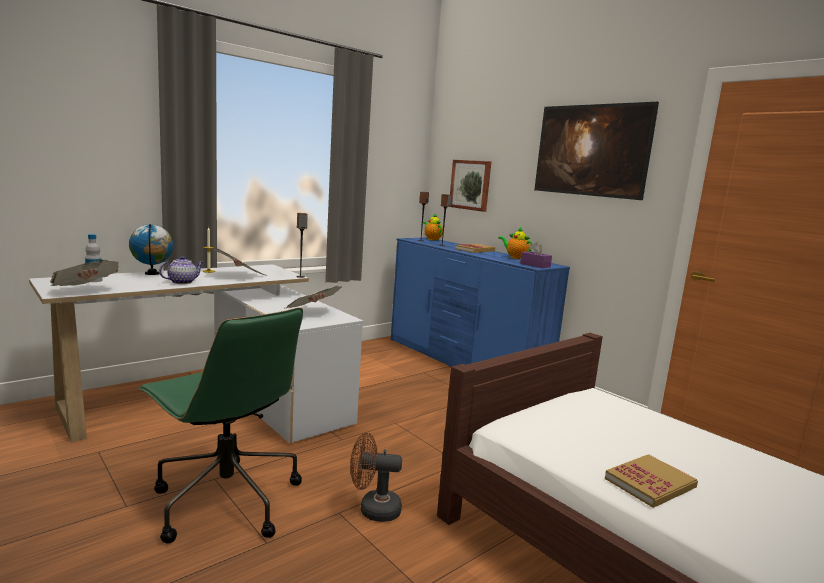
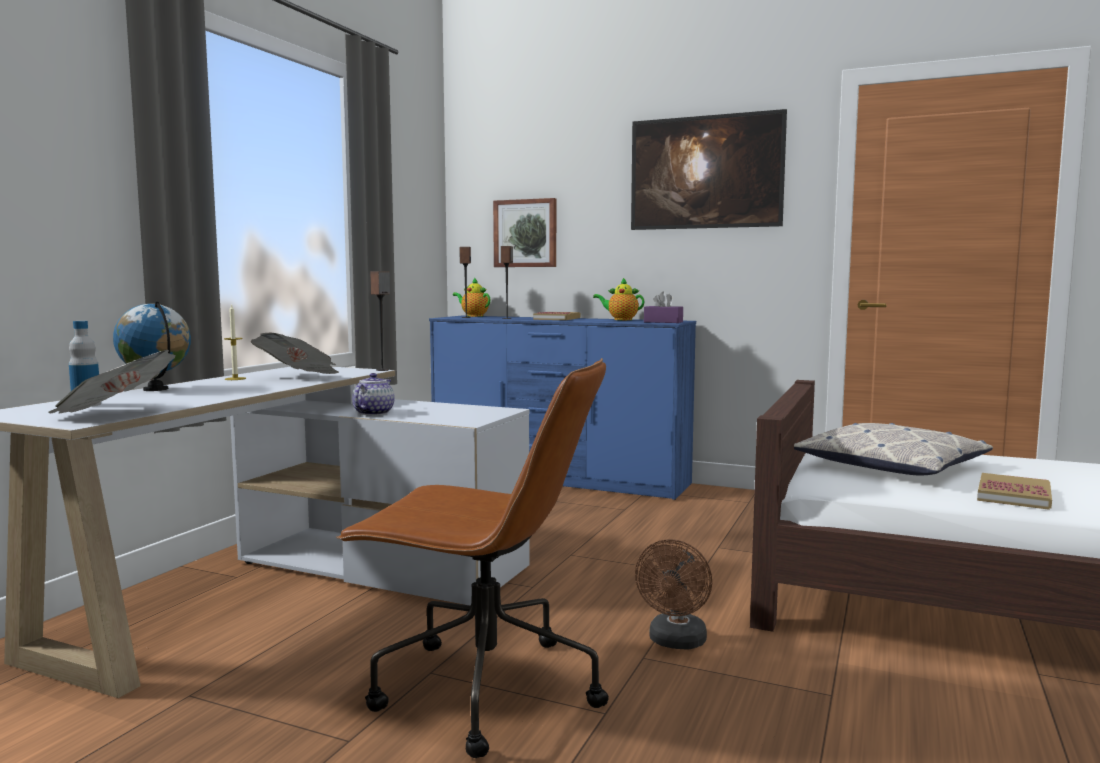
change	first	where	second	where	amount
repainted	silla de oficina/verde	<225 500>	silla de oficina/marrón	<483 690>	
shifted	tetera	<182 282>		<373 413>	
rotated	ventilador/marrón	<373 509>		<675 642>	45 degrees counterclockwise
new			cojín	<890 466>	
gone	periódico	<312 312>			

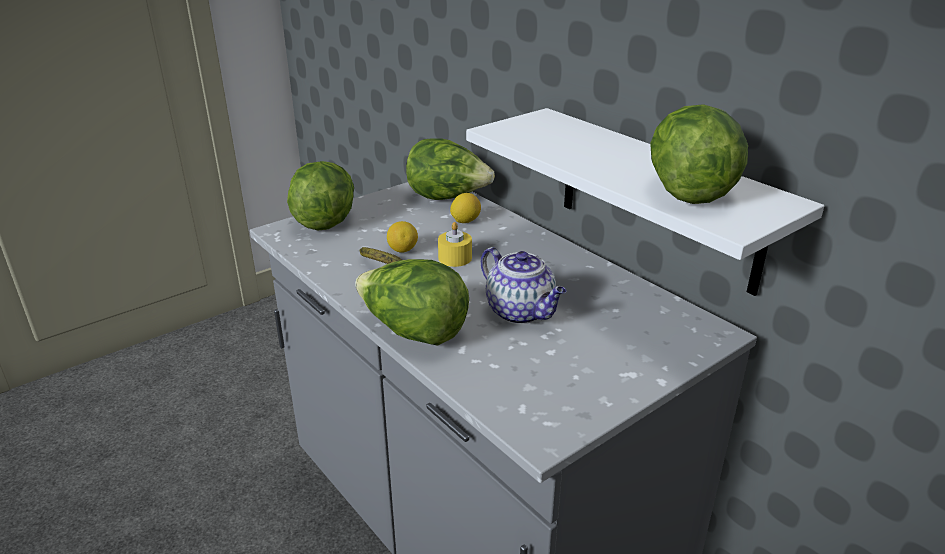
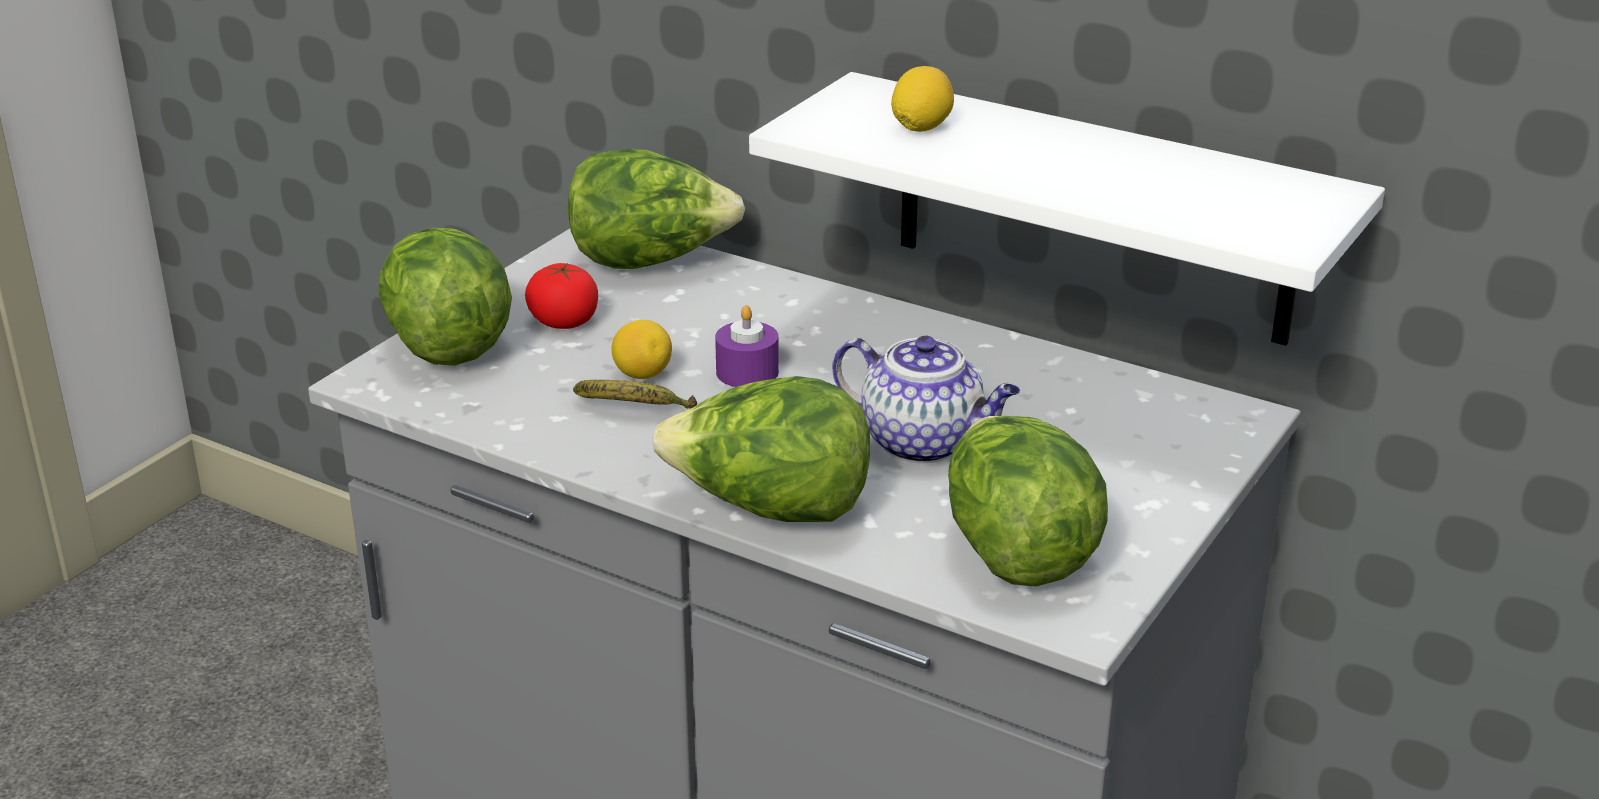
change	first	where	second	where	amount
new			tomate	<564 321>	
repainted	vela/amarillo	<455 258>	vela/morado	<747 372>	
shifted	limón	<465 221>		<921 127>	
shifted	lechuga	<688 190>		<1016 551>	

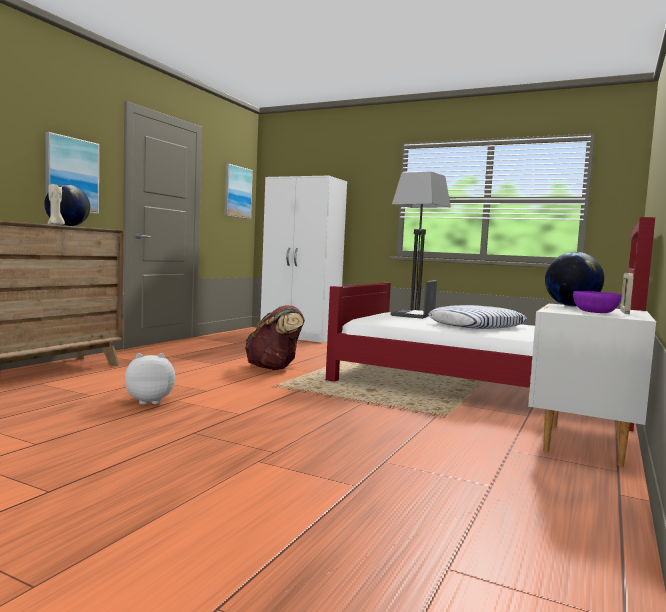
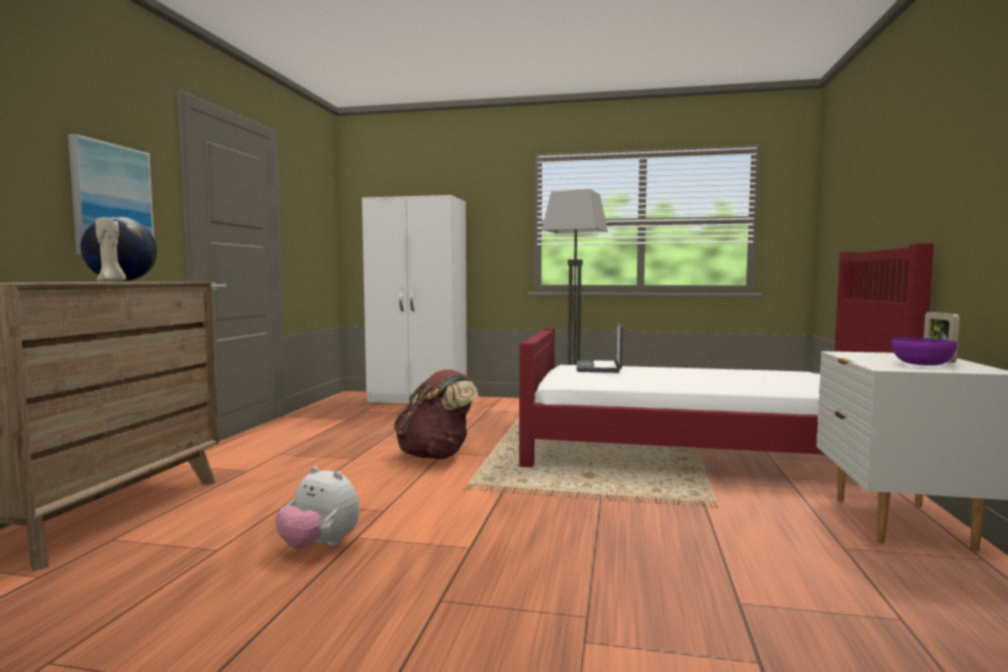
change	first	where	second	where	amount
rotated	peluche	<150 401>		<319 546>	120 degrees counterclockwise
gone	cuadro	<237 192>			
gone	cojín	<476 325>			
gone	globo terráqueo	<571 306>			

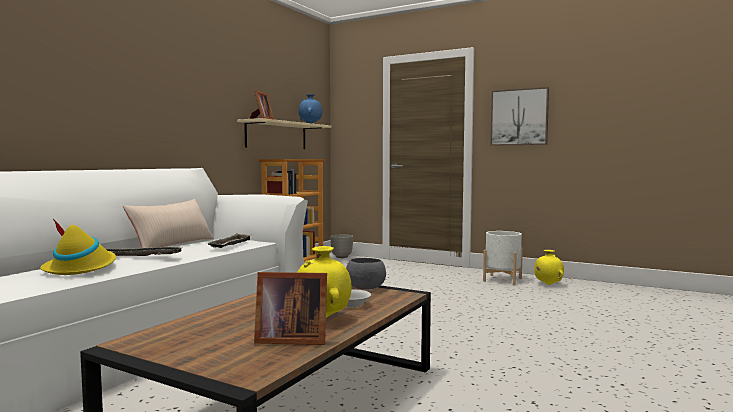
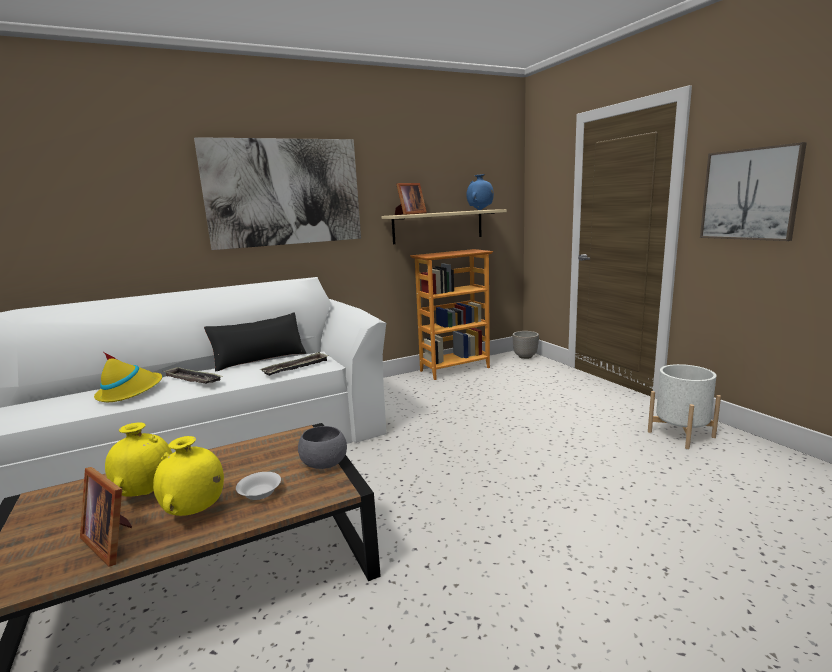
change	first	where	second	where	amount
shifted	florero/amarillo	<548 284>		<147 493>	
new			cuadro	<284 192>	
repainted	cojín/beis	<172 245>	cojín/negro	<259 360>	

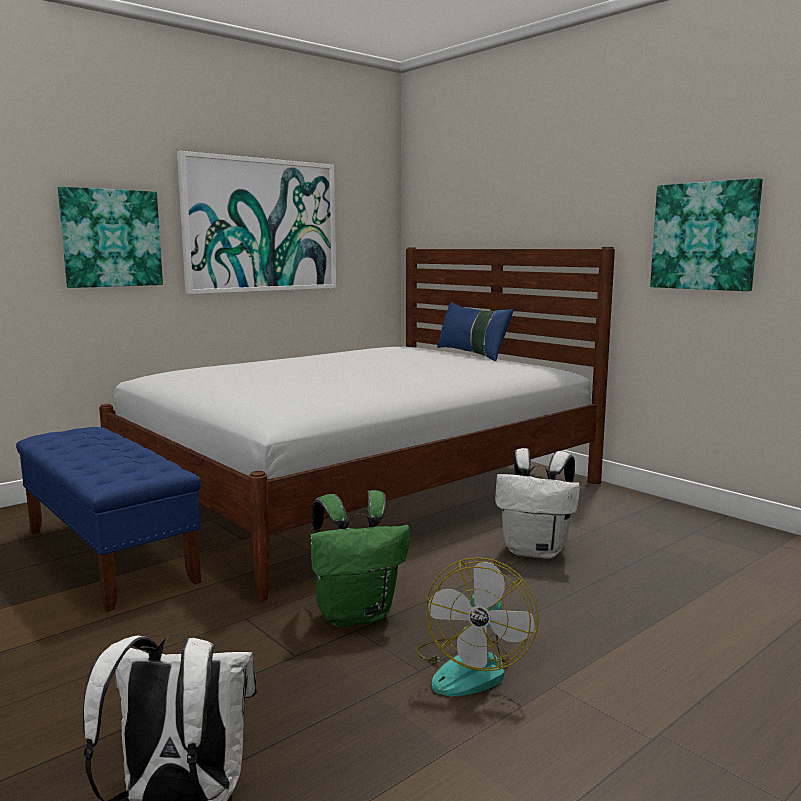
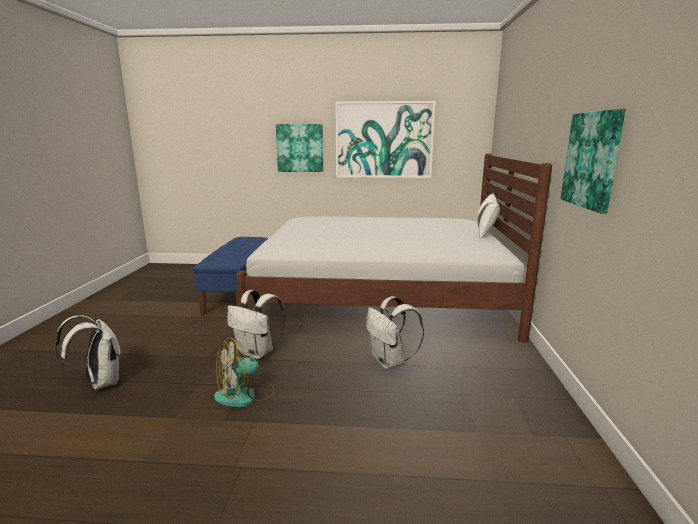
change	first	where	second	where	amount
repainted	mochila/verde	<356 614>	mochila/blanco	<257 352>	
repainted	cojín/azul	<472 354>	cojín/blanco	<485 231>	

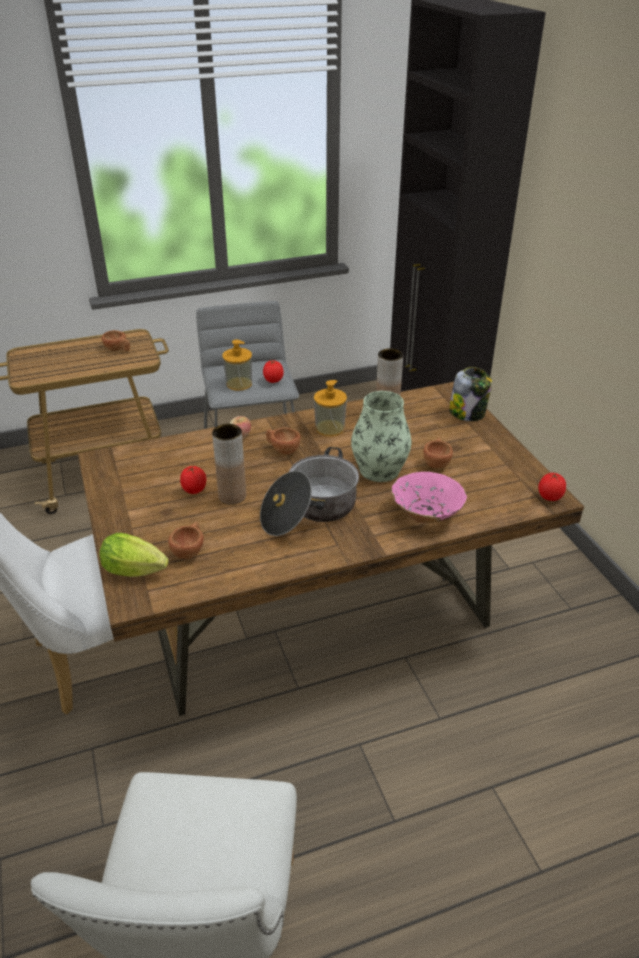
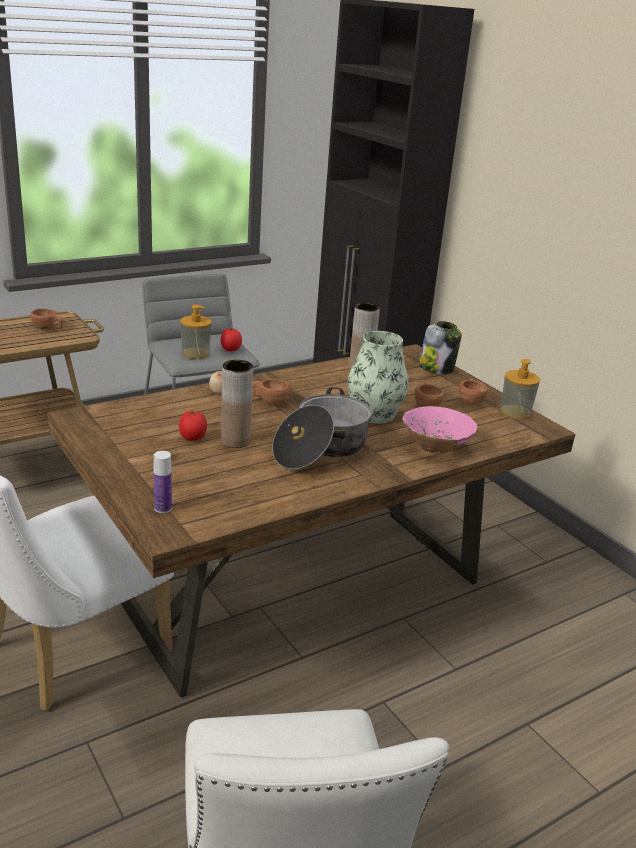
change	first	where	second	where	amount
swapped	lechuga	<138 571>	botella	<163 508>	
shifted	taza/marrón	<190 550>		<470 401>	
shifted	dispensador de jabón	<330 428>		<515 412>	
gone	tomate	<549 497>			

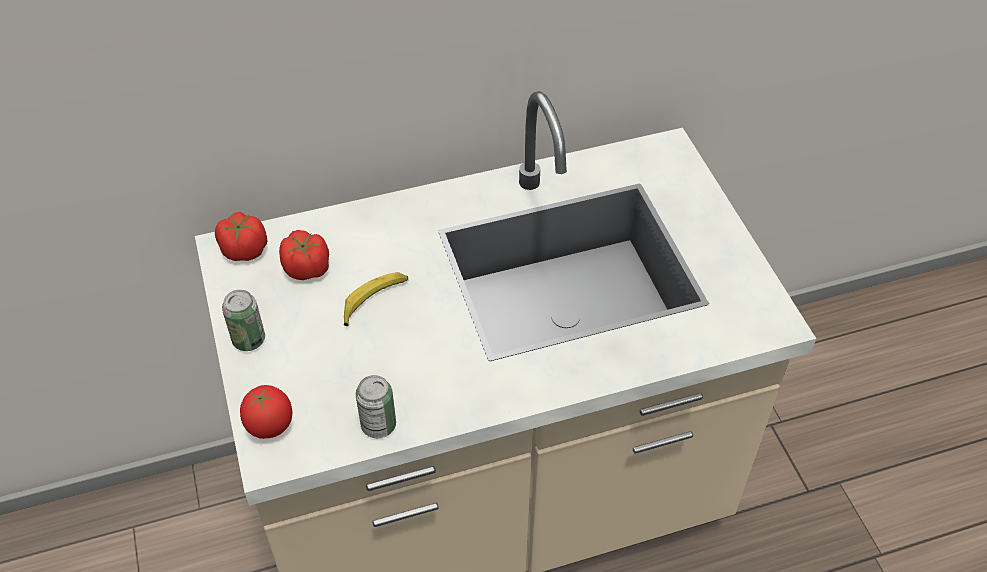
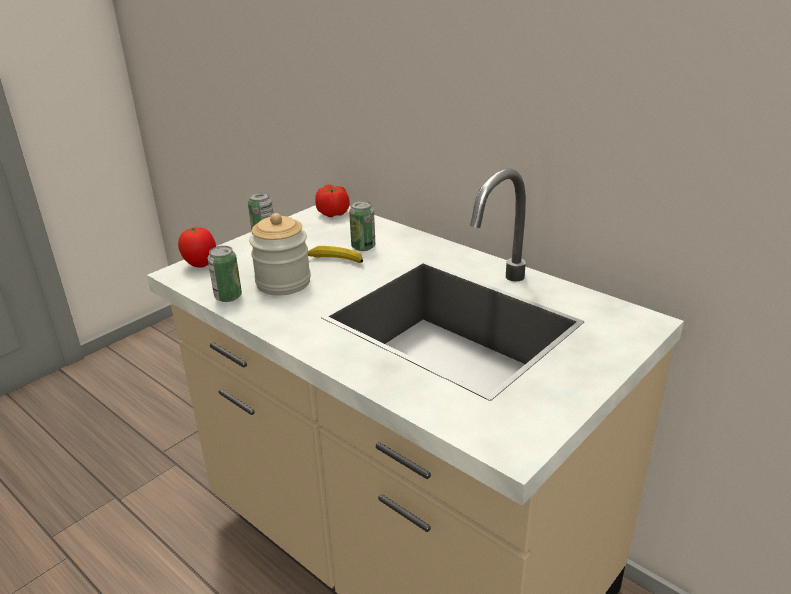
change	first	where	second	where	amount
new			tarro	<283 283>	
new			lata	<363 247>	
gone	tomate	<307 268>			

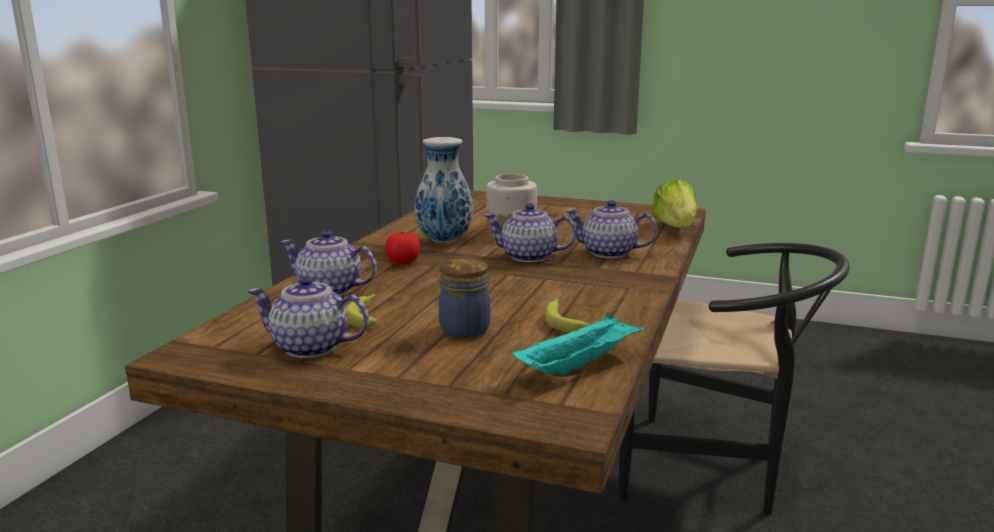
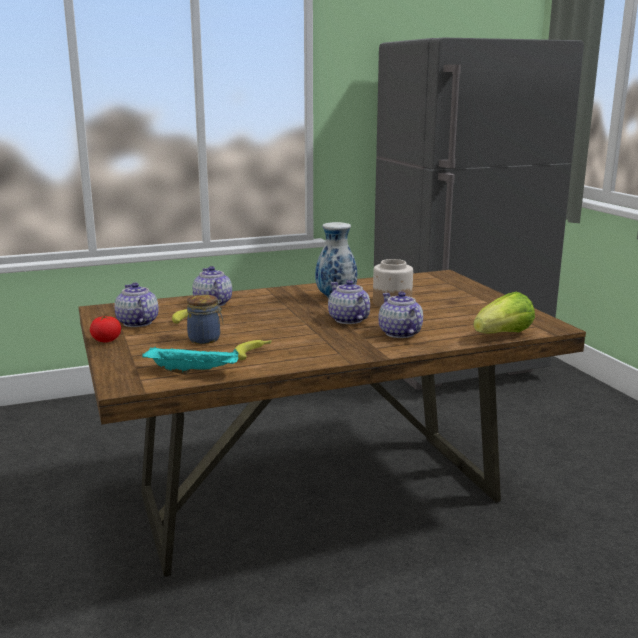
change	first	where	second	where	amount
shifted	tomate	<403 262>		<106 340>	
gone	silla/negro	<716 470>			

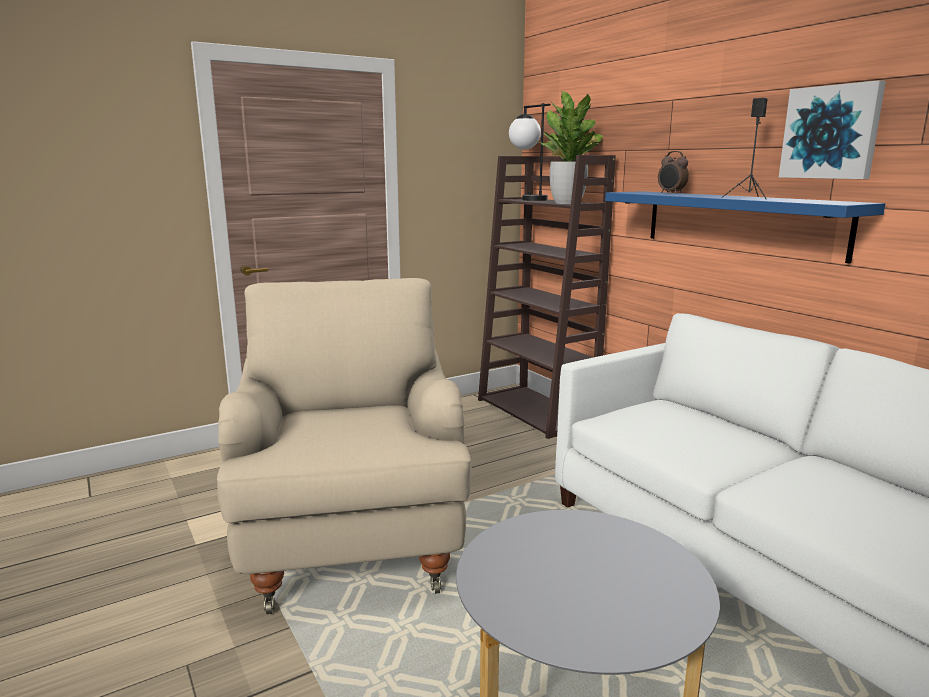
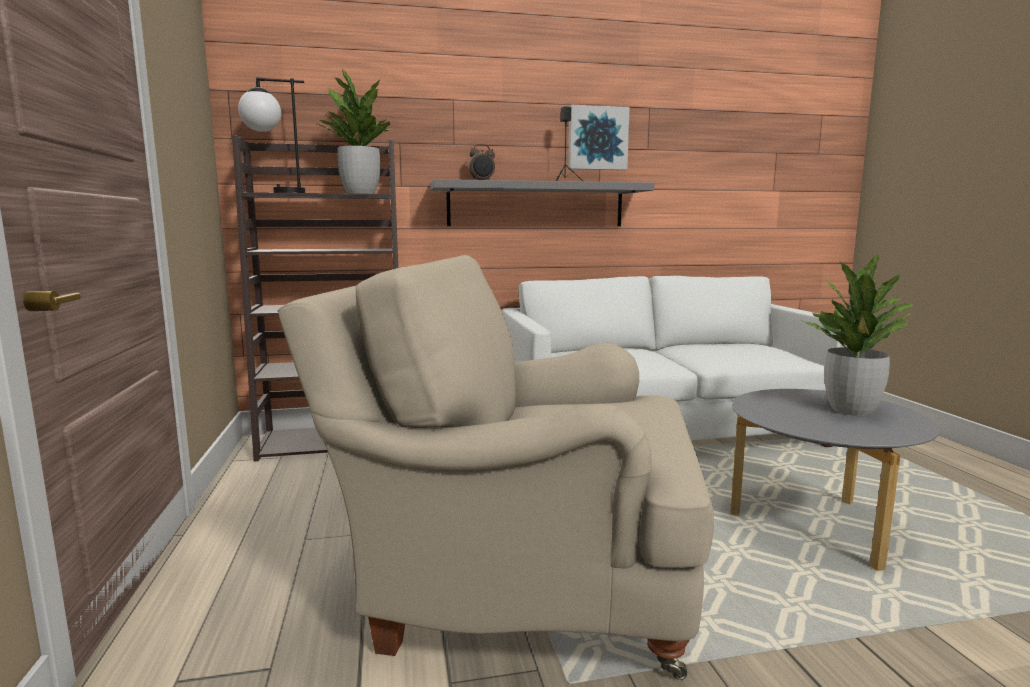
change	first	where	second	where	amount
repainted	estante/azul	<740 222>	estante/gris	<536 205>	
new			planta en maceta	<851 410>	

